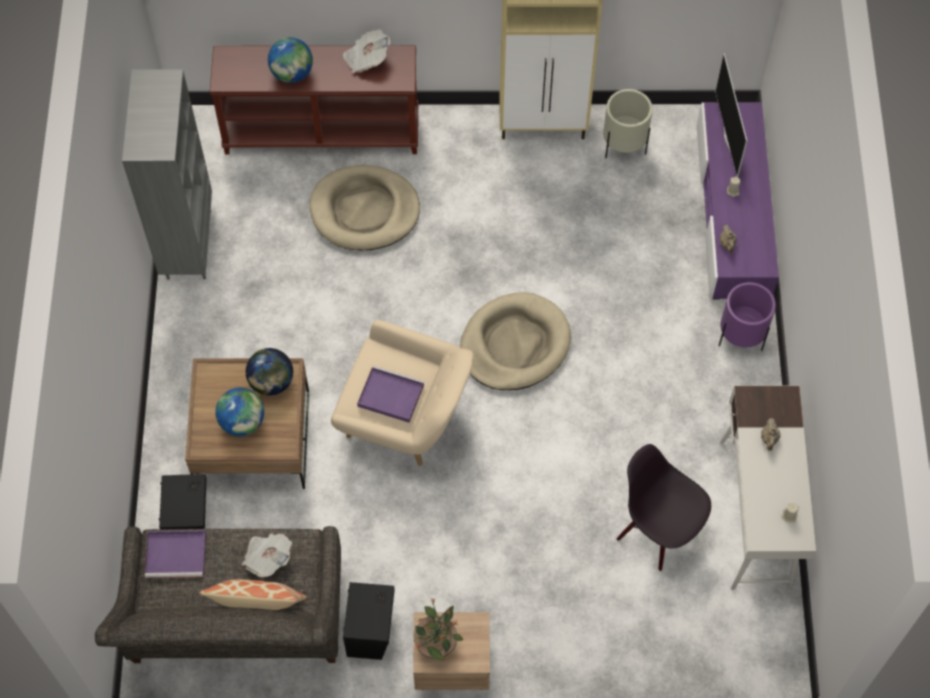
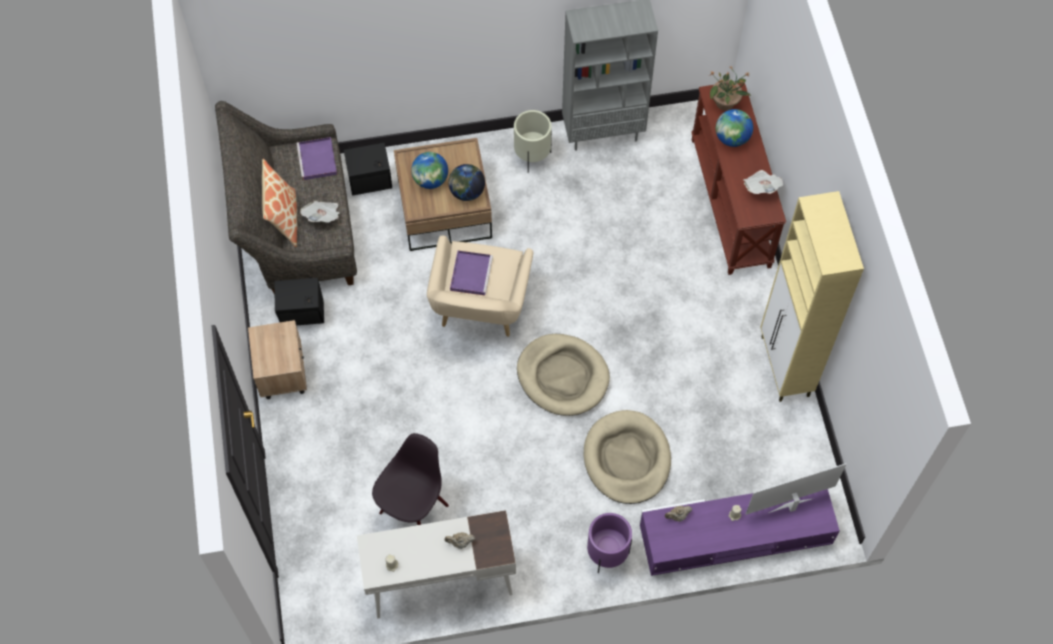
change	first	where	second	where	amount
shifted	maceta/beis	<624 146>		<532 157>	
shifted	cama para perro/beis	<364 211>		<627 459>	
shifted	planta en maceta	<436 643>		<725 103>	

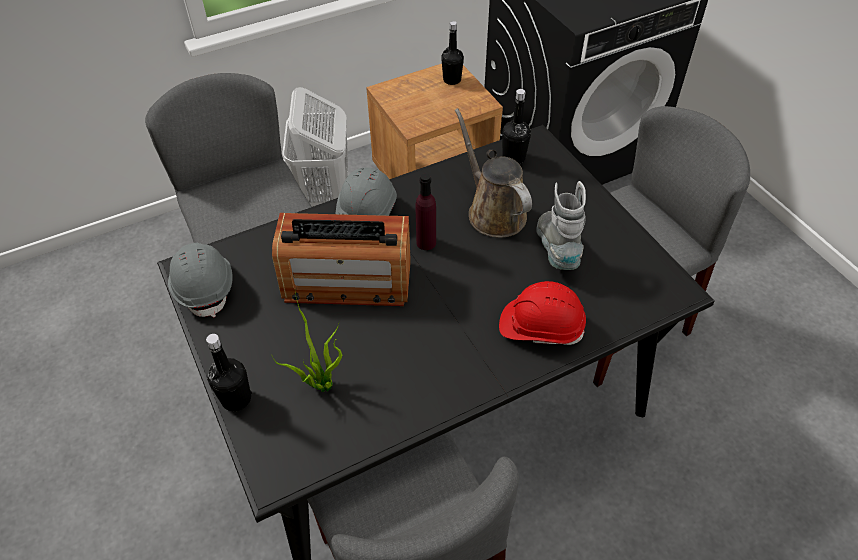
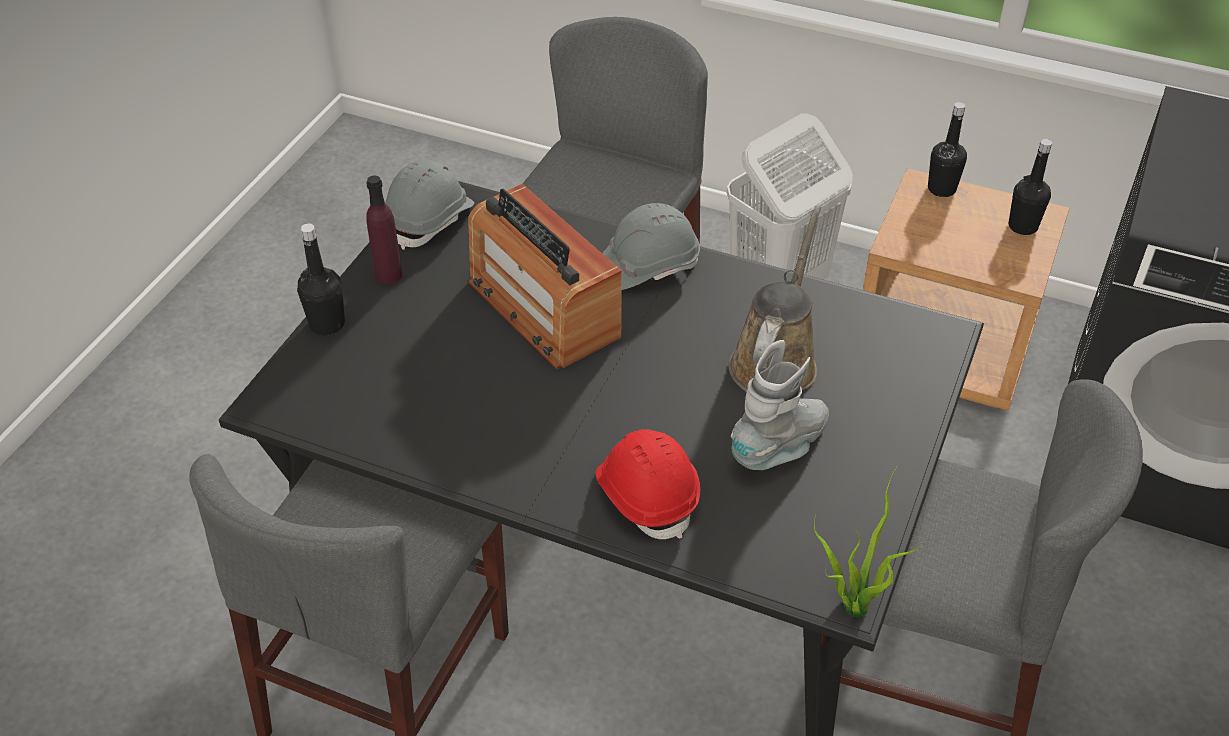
change	first	where	second	where	amount
shifted	botella/morado	<426 242>		<388 275>	
shifted	planta en maceta	<320 384>		<853 603>	
shifted	botella/negro	<513 158>		<941 189>	

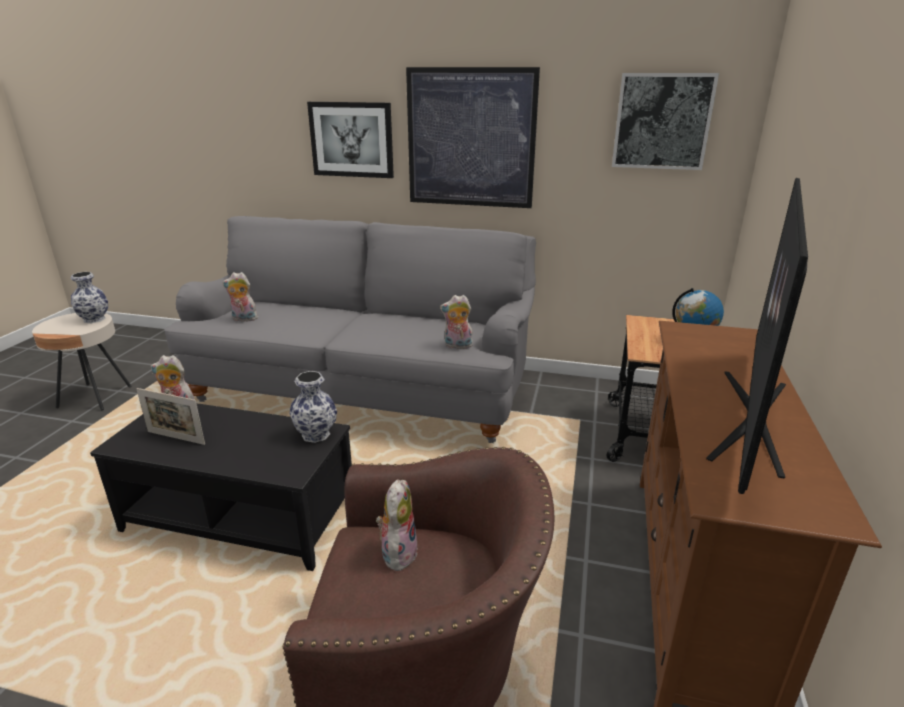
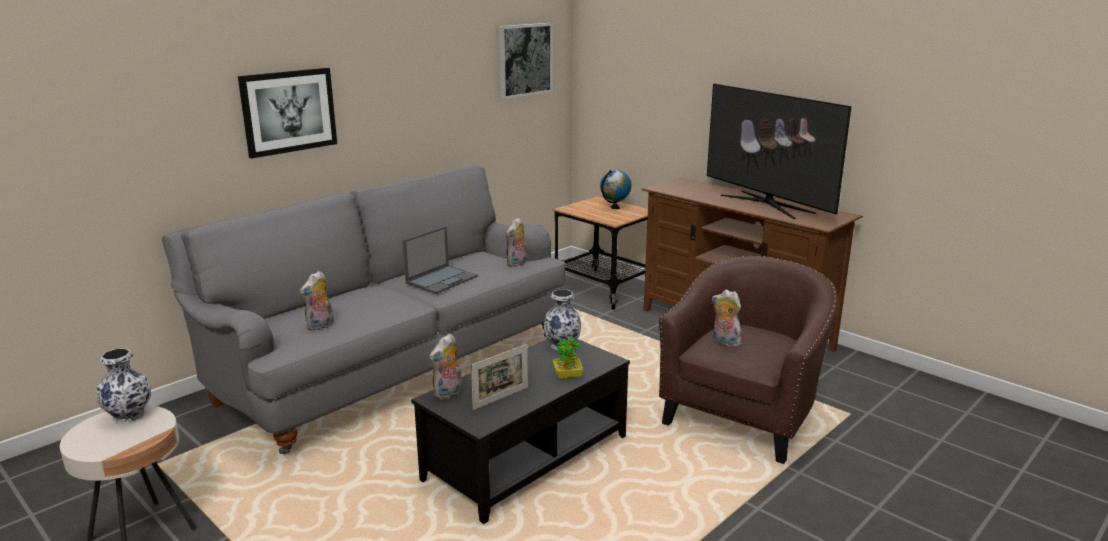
change	first	where	second	where	amount
new			portátil	<442 279>	
new			planta en maceta	<567 376>	
gone	cuadro	<470 139>			

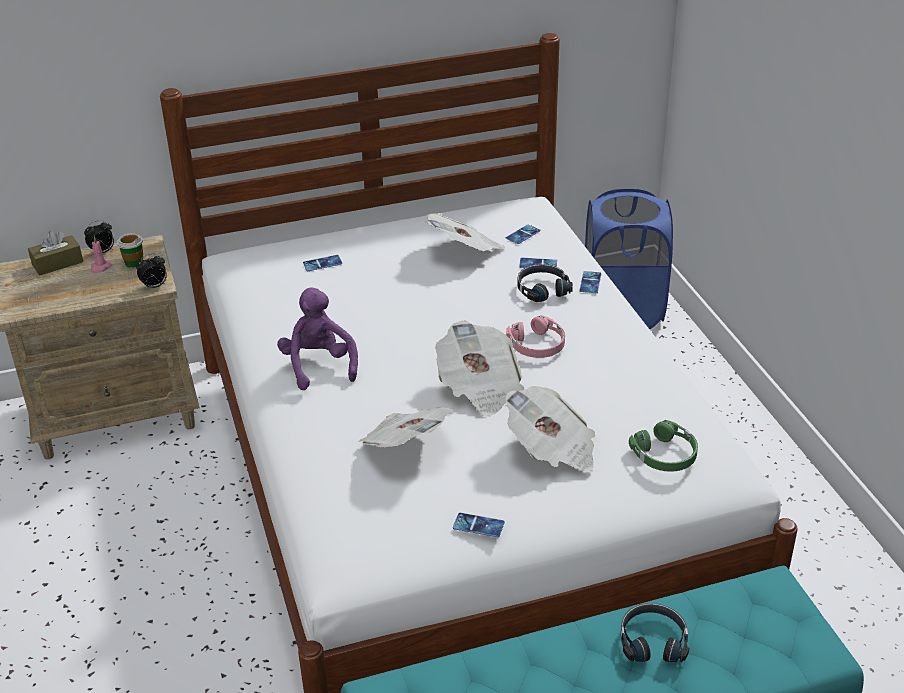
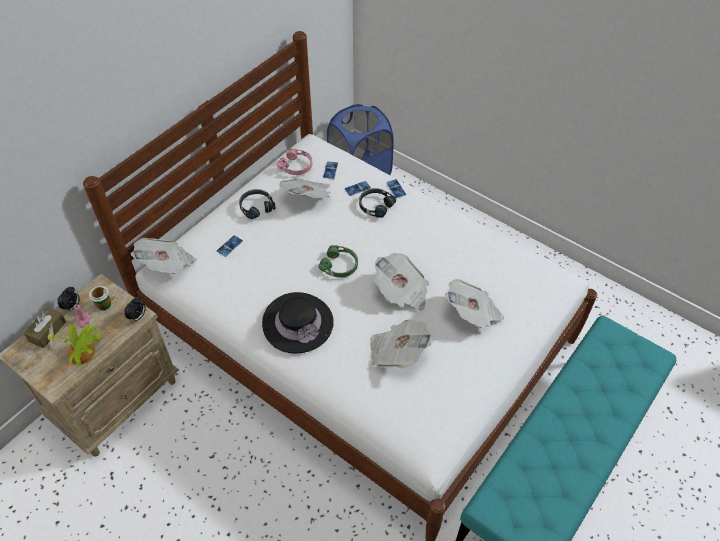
change	first	where	second	where	amount
new			planta en maceta	<83 354>	
new			periódico	<167 265>	
shifted	auriculares/negro	<653 640>		<256 207>	
swapped	peluche/morado	<319 365>	sombrero/negro	<298 323>	
shifted	auriculares/rosa	<537 345>		<297 166>	
shifted	auriculares/verde	<665 455>		<340 265>	
gone	móvil	<478 525>			

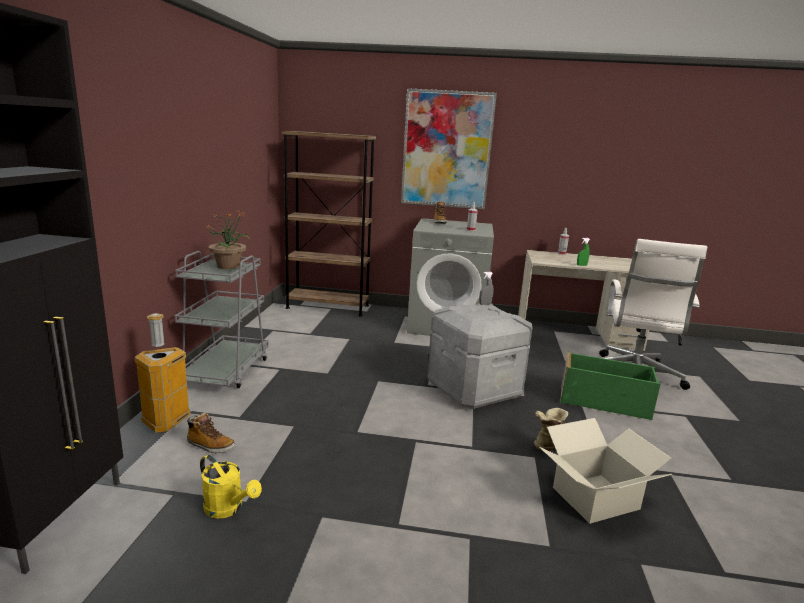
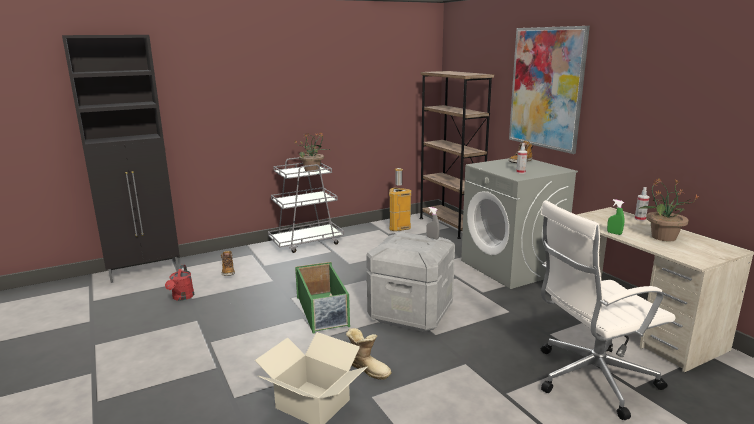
change	first	where	second	where	amount
repainted	regadera/amarillo	<228 509>	regadera/rojo	<182 297>	
shifted	caja de almacenaje/verde	<605 402>		<323 312>	
shifted	papelera	<167 422>		<399 228>	
new			planta en maceta	<662 237>	

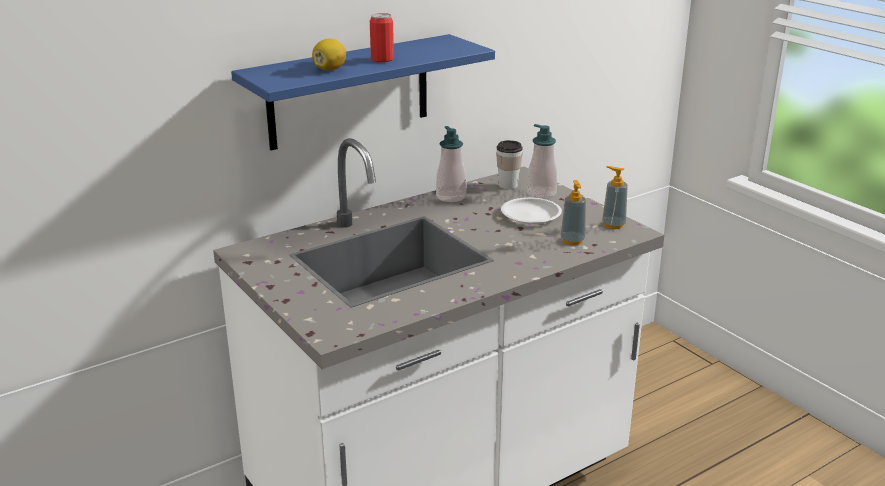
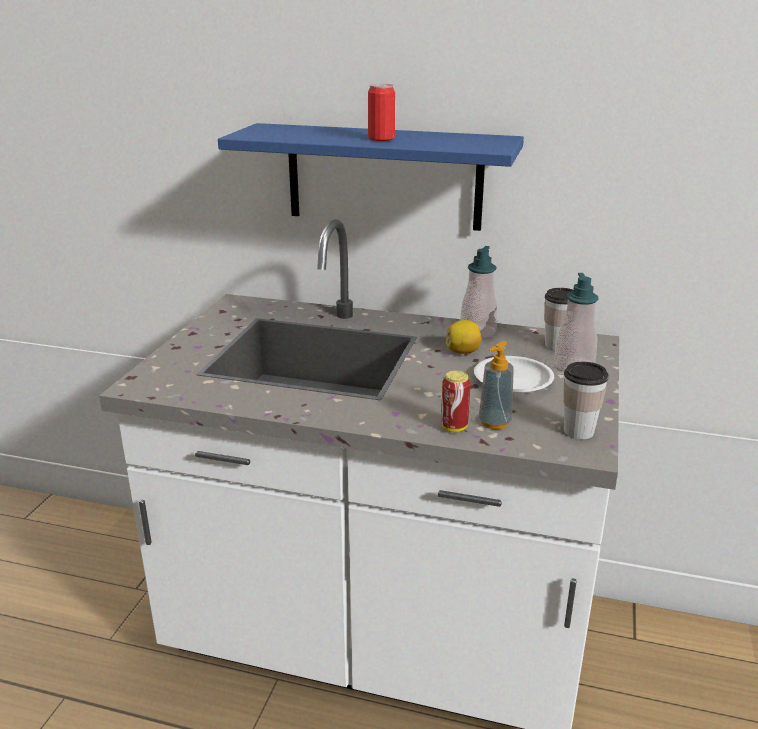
change	first	where	second	where	amount
new			lata	<454 427>	
shifted	limón	<330 69>		<463 351>	
swapped	dispensador de jabón	<613 225>	taza	<578 431>	

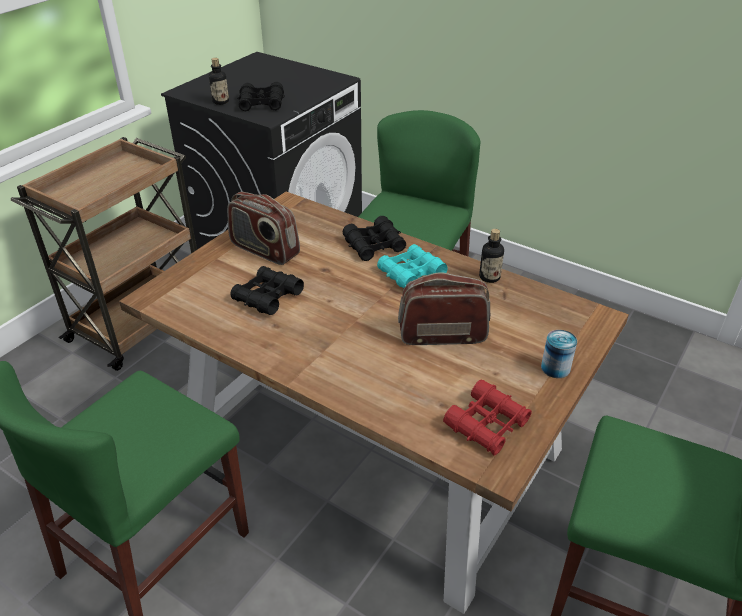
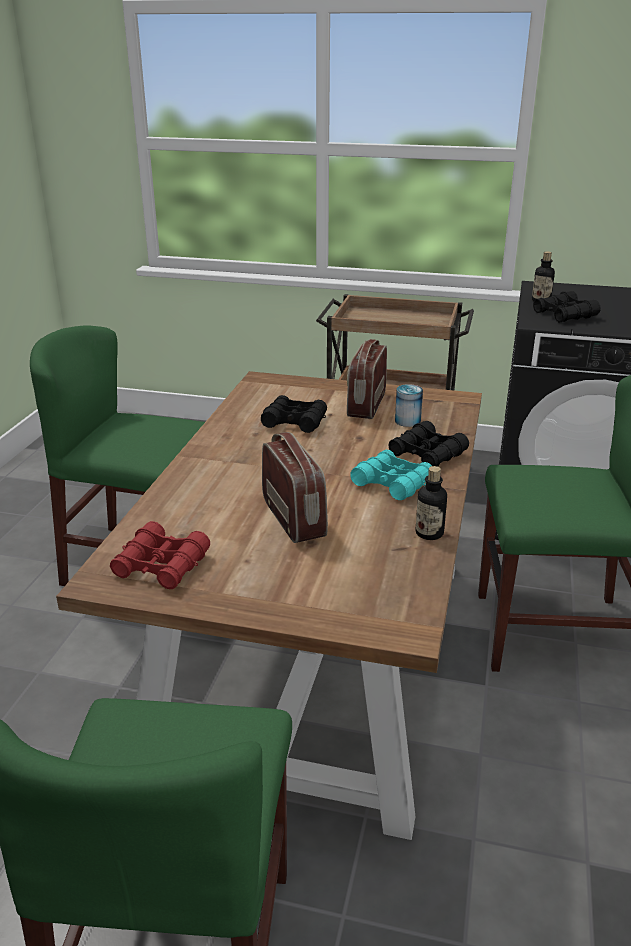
change	first	where	second	where	amount
shifted	lata	<555 368>		<407 421>	

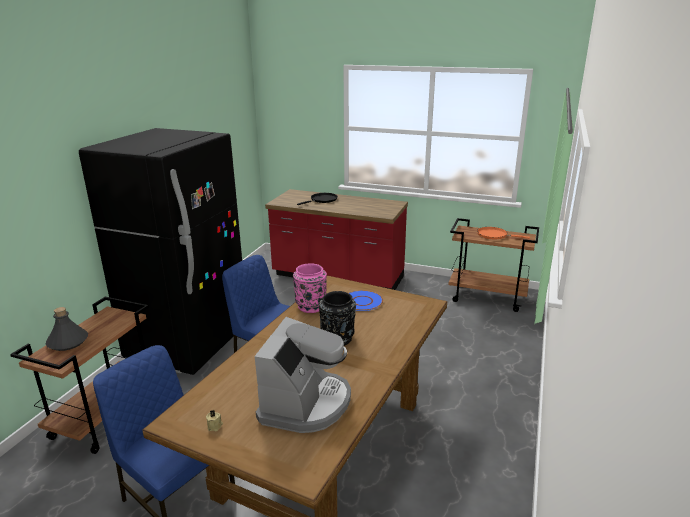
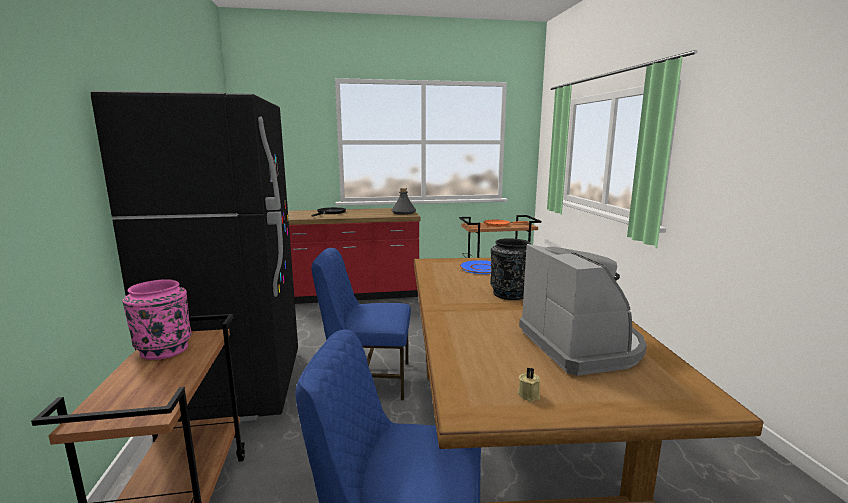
change	first	where	second	where	amount
shifted	florero/rosa	<310 306>		<163 349>	
shifted	botella/gris	<68 342>		<403 212>	

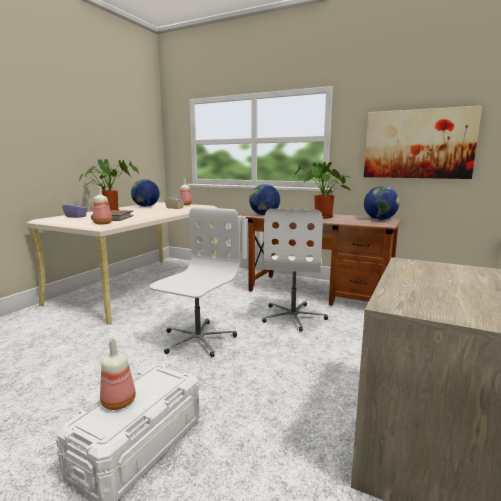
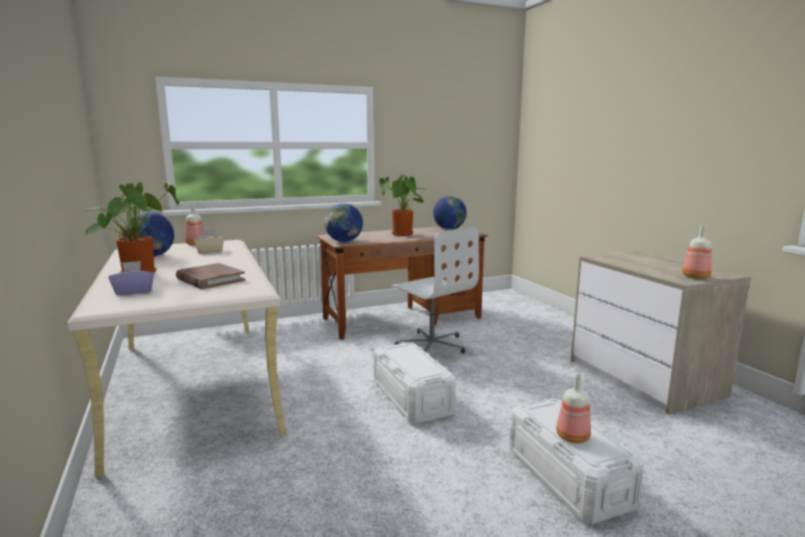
change	first	where	second	where	amount
swapped	silla de oficina/blanco	<197 339>	caja de almacenaje/blanco	<412 398>	
shifted	botella	<102 223>		<695 277>	
gone	cuadro	<418 144>			

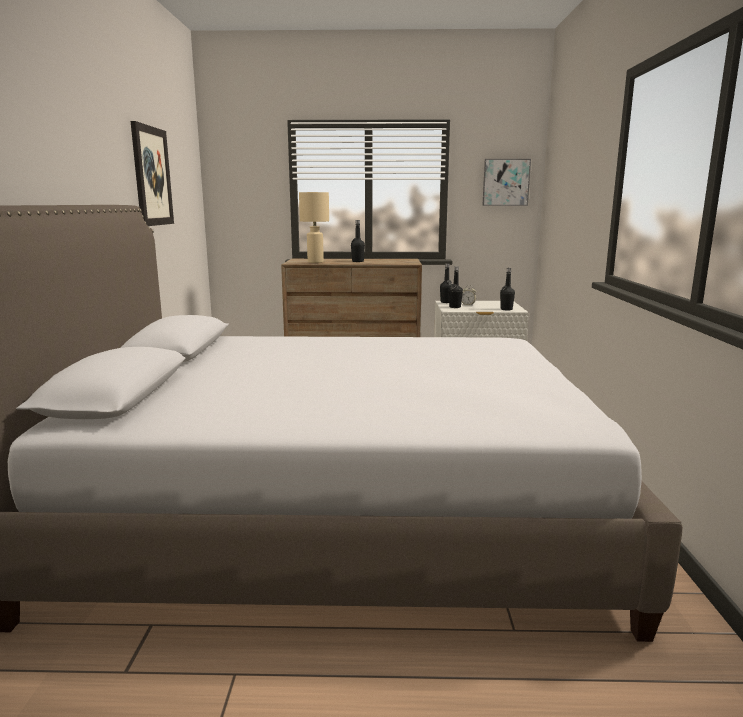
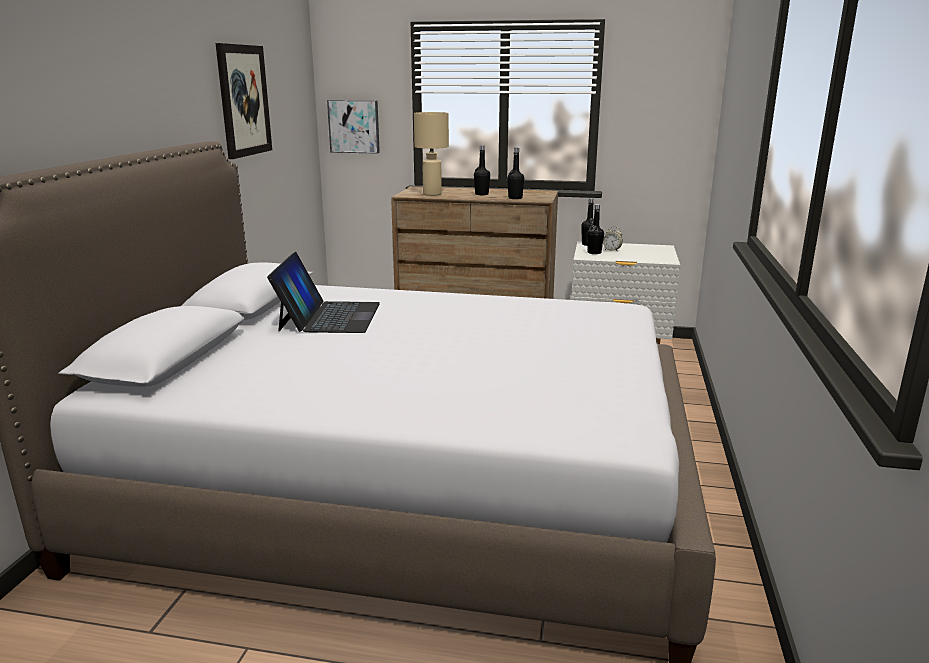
change	first	where	second	where	amount
new			portátil	<329 316>	
shifted	cuadro	<505 182>		<354 126>	
shifted	botella/negro	<506 309>		<515 198>	

